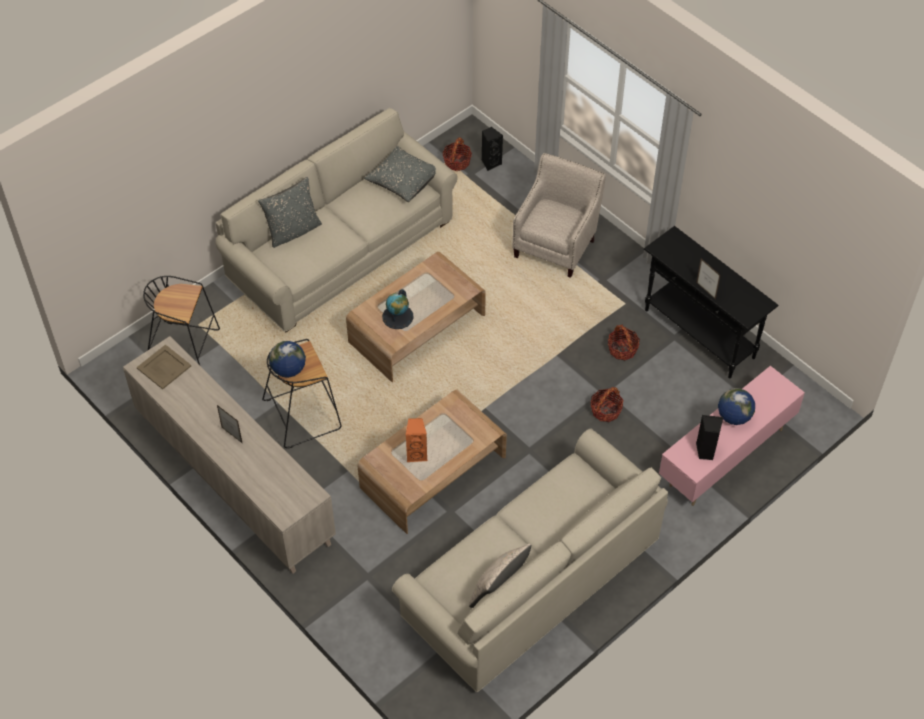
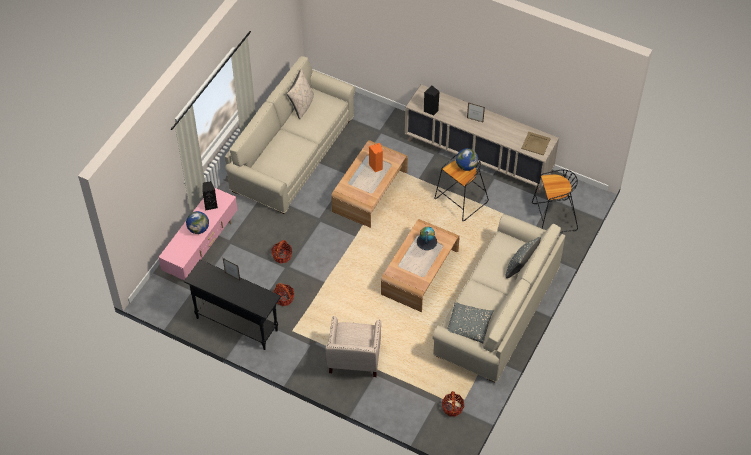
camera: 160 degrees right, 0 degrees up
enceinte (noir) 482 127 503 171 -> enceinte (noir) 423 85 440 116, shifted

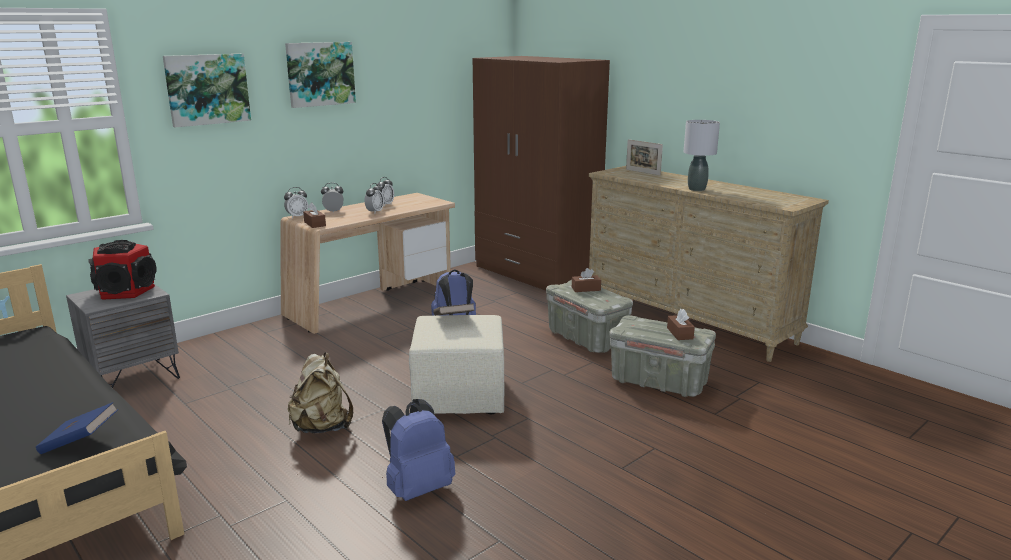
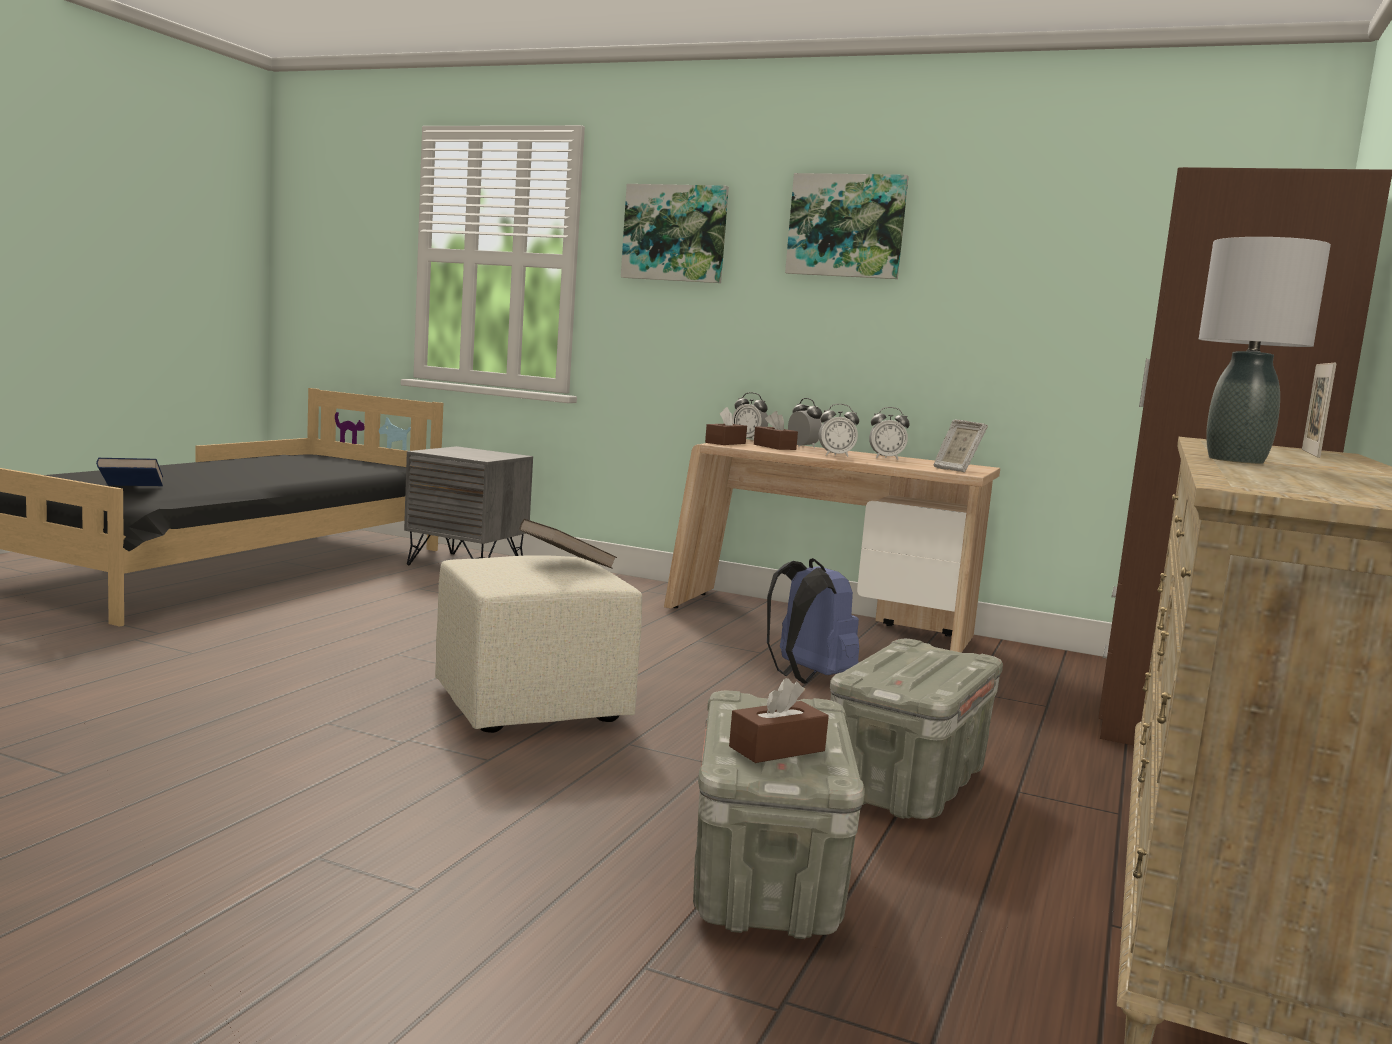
camera: 65 degrees right, 10 degrees down
enceinte 88 240 157 300 -> none
sac à dos (beige) 288 353 353 433 -> none
sac à dos (bleu) 382 399 455 501 -> none
none -> cadre photo 933 420 988 472
boîte à mouchoirs (marron) 572 268 601 292 -> boîte à mouchoirs (marron) 754 411 798 450, shifted

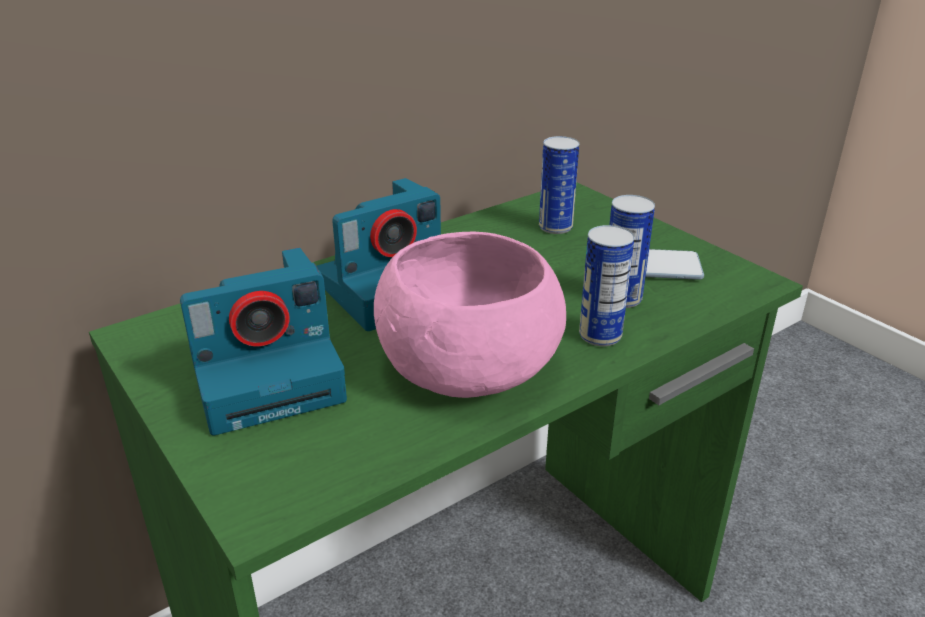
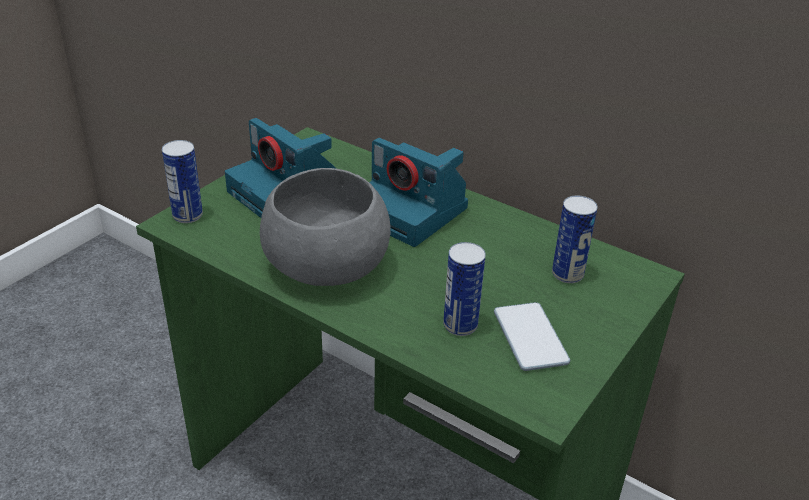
camera: 70 degrees right, 5 degrees up
boîte métallique 579 225 634 346 -> boîte métallique 162 140 203 223, shifted
bol (rose) 374 232 566 398 -> bol (gris) 260 168 390 286

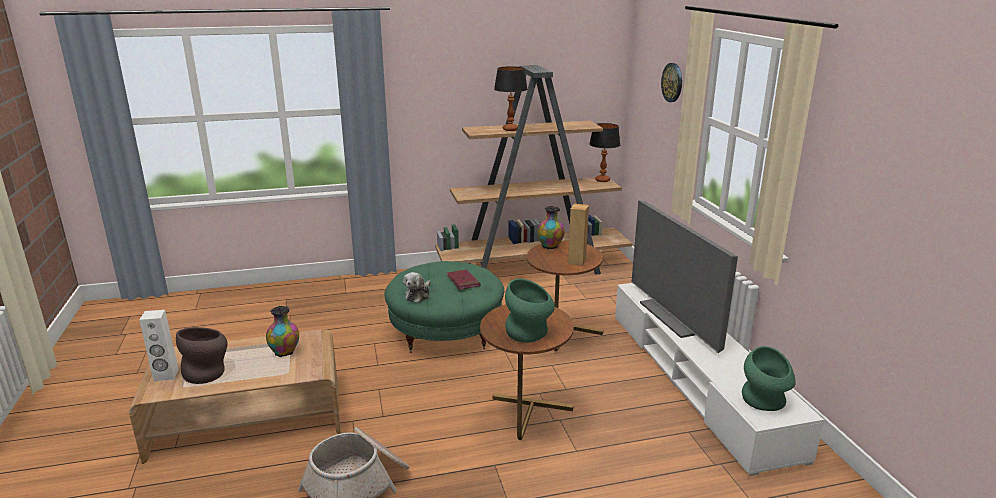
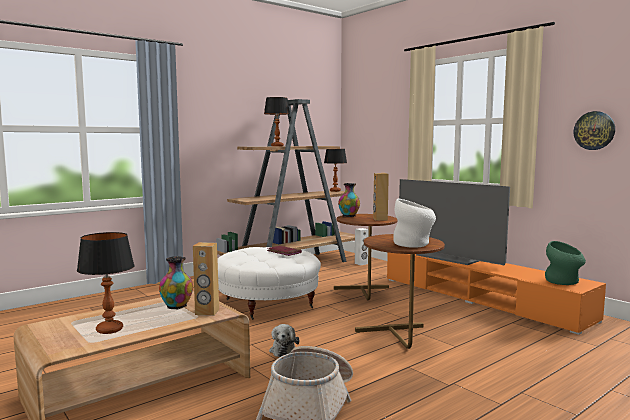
camera: 25 degrees left, 15 degrees down
none -> enceinte (marron) 193 242 219 316
enceinte (blanc) 139 310 179 381 -> enceinte (blanc) 355 228 368 265, shifted
peluche 403 272 431 303 -> peluche 269 324 299 357, shifted
horloge murale 661 63 682 102 -> horloge murale 574 111 615 150, shifted
vase (marron) 176 327 228 384 -> lampe de table 77 232 135 334
pouf (vert) 385 261 504 353 -> pouf (blanc) 217 247 321 320
vase (vert) 505 279 555 343 -> vase (blanc) 393 198 436 248
meuble télé (blanc) 615 283 824 476 -> meuble télé (orange) 387 252 606 335

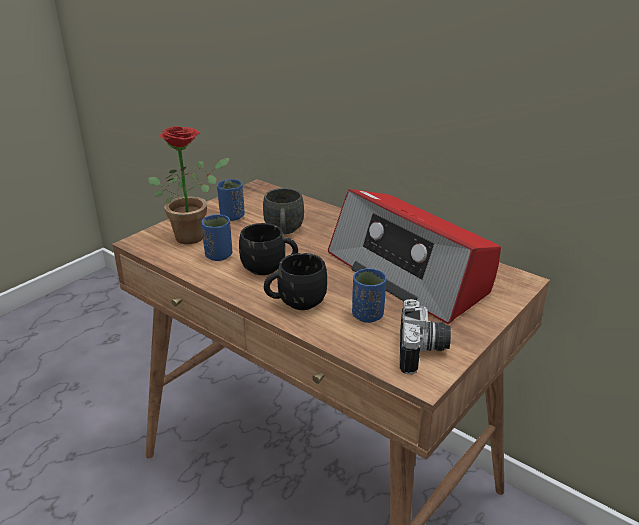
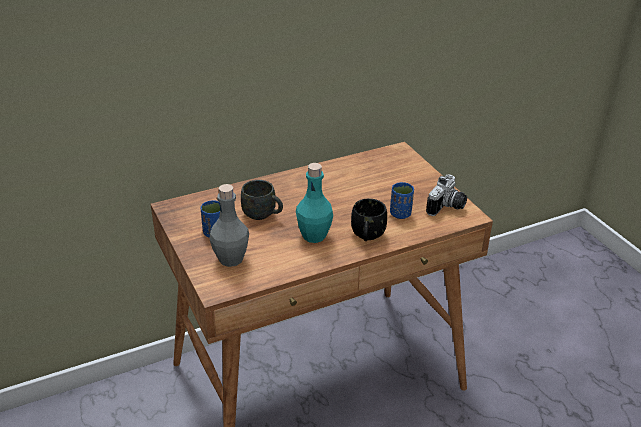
camera: 65 degrees left, 5 degrees up
tasse (bleu) 201 214 232 261 -> none
radio 328 189 501 324 -> none
plante en pot 148 126 230 244 -> bouteille (gris) 209 184 249 267
mug (noir) 239 223 298 275 -> bouteille (turquoise) 296 163 333 243
appareil photo 400 299 451 374 -> appareil photo 426 175 467 216, 90 degrees clockwise

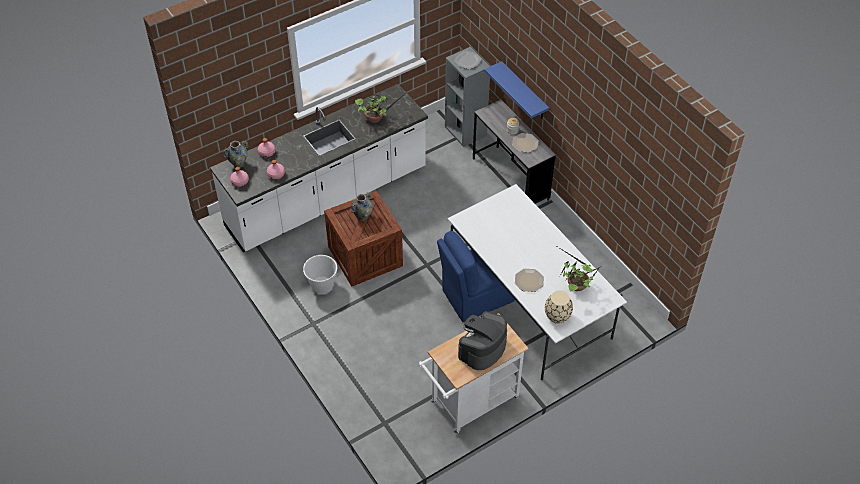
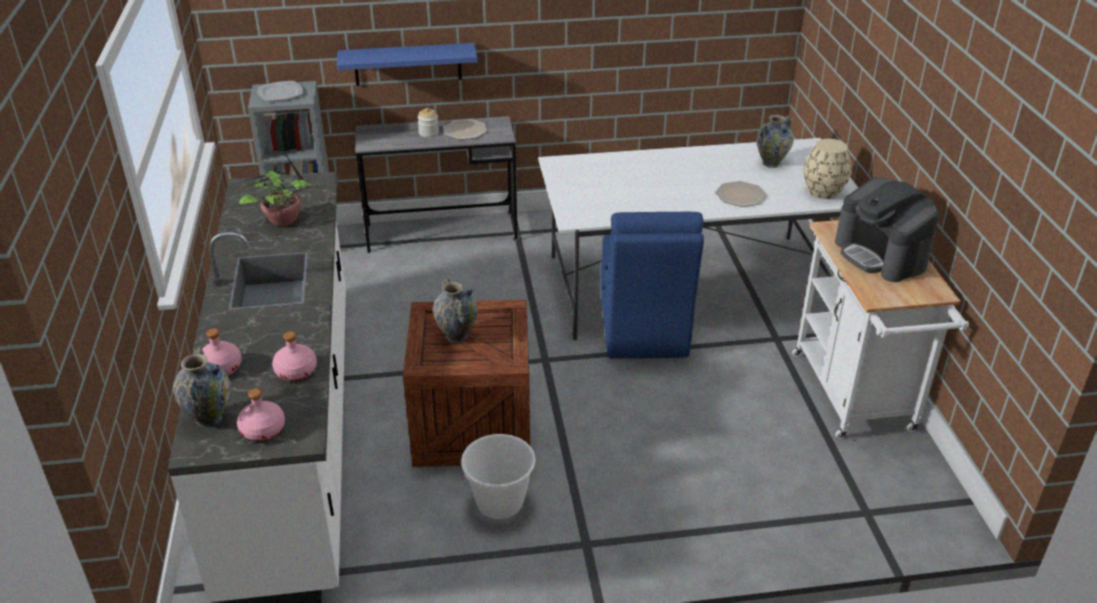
camera: 65 degrees left, 15 degrees down
plante en pot 555 245 600 291 -> vase 756 115 794 168

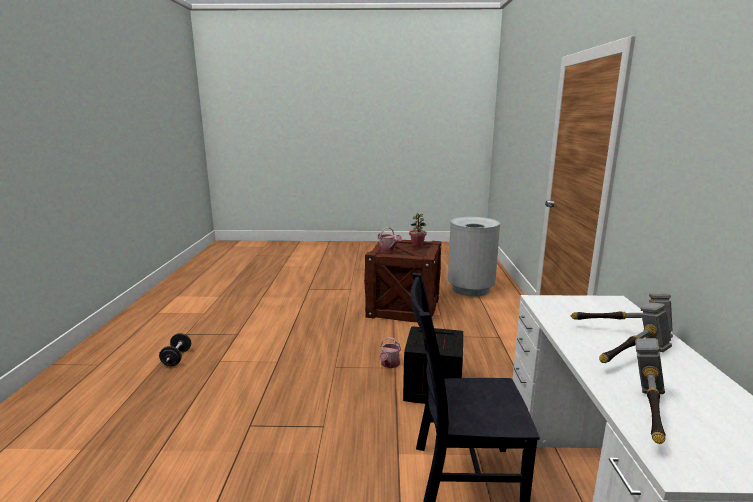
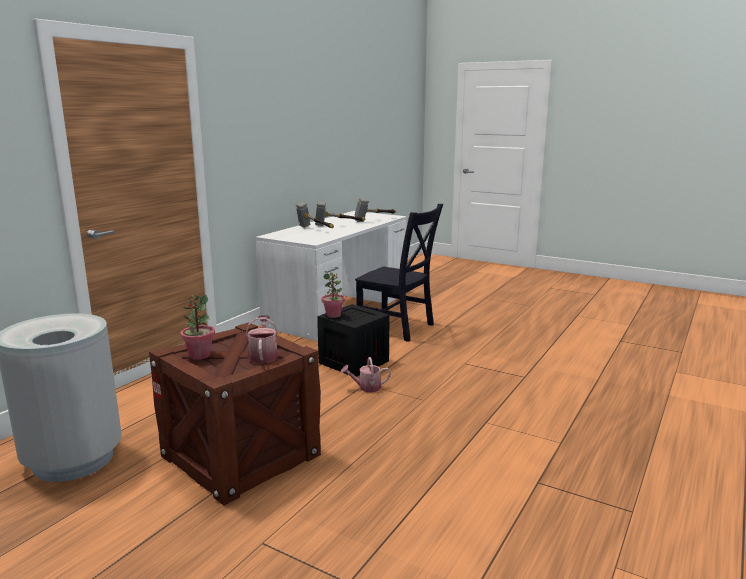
camera: 150 degrees left, 0 degrees up
haltère (noir) 159 333 191 366 -> none
none -> plante en pot 322 272 345 318
arrosoir 379 337 401 368 -> arrosoir 341 357 391 392, 150 degrees counterclockwise

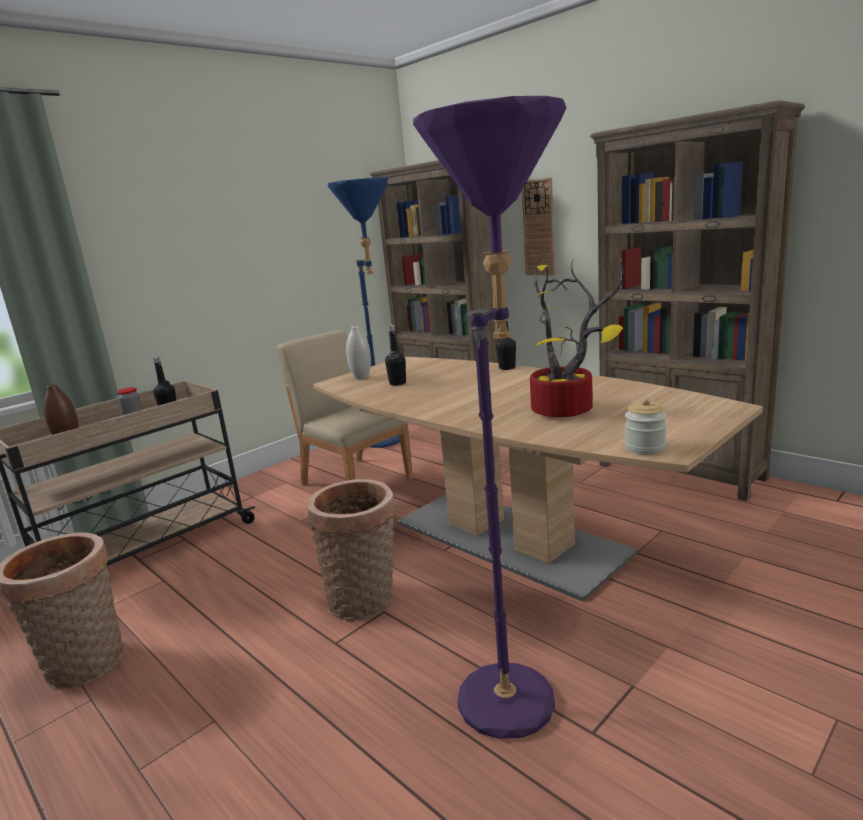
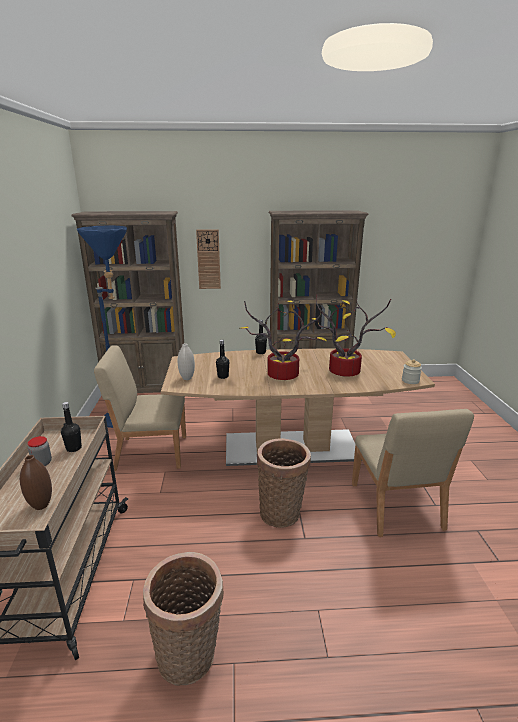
camera: 50 degrees left, 5 degrees up
none -> plante en pot 240 300 327 380
lampadaire (violet) 413 96 566 739 -> chaise (beige) 352 409 474 537

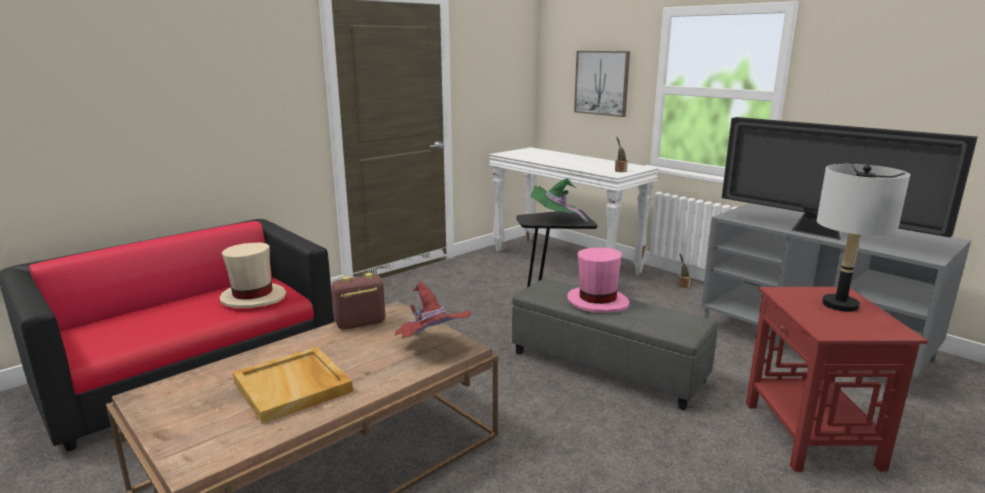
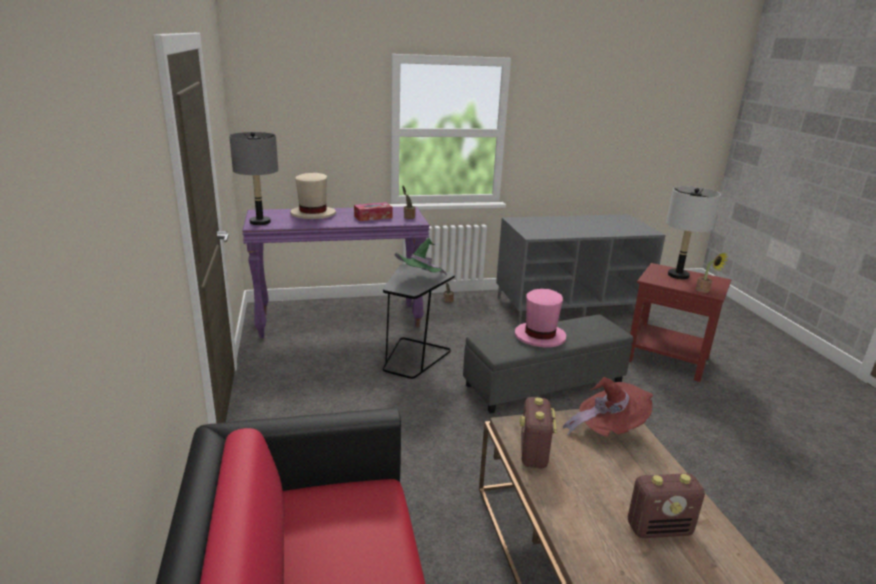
camera: 60 degrees left, 5 degrees up
tableau 574 51 630 117 -> none
téléviseur 722 117 978 240 -> none
none -> lampe de table (gris) 229 132 278 225
none -> boîte à mouchoirs 354 202 393 221
none -> plante en pot 696 253 728 293
chapeau (beige) 220 243 286 308 -> chapeau (beige) 290 173 336 219, shifted
plateau (beige) 233 347 353 424 -> radio 628 473 705 538
table console (blanc) 489 147 658 276 -> table console (violet) 242 206 430 338

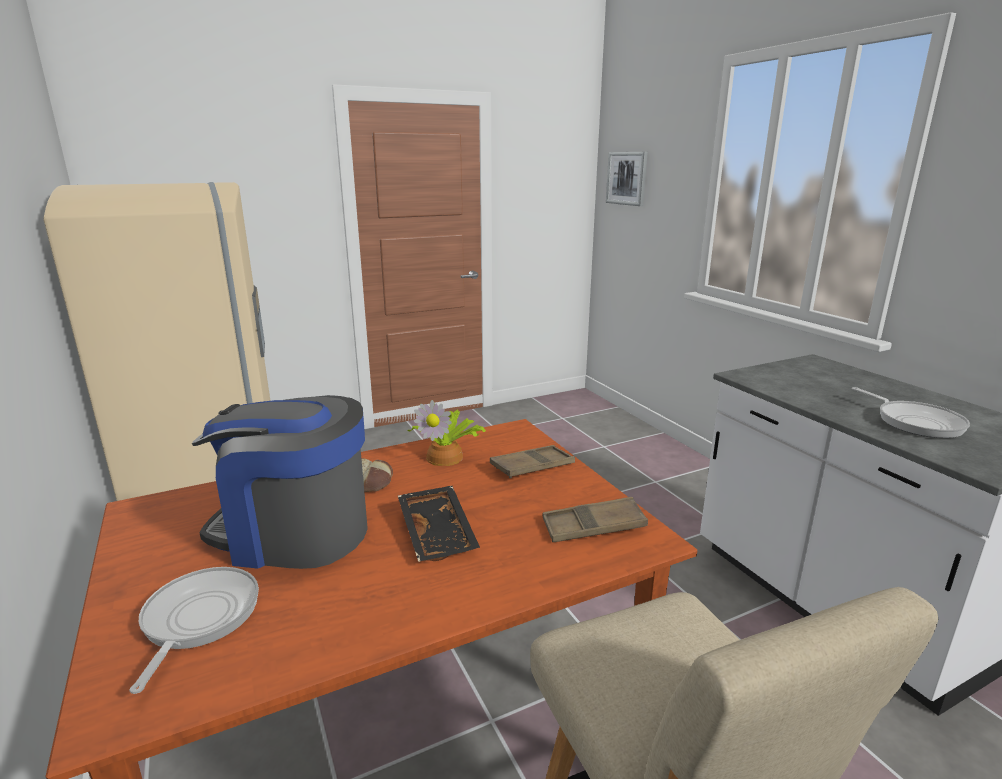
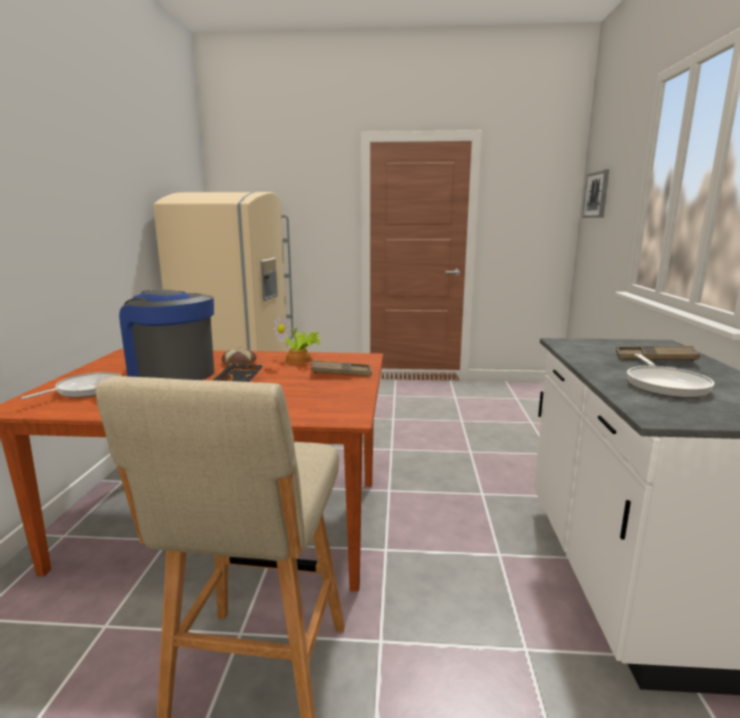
camera: 30 degrees right, 5 degrees down
plateau (marron) 542 497 648 542 -> plateau (marron) 616 346 700 362, shifted

